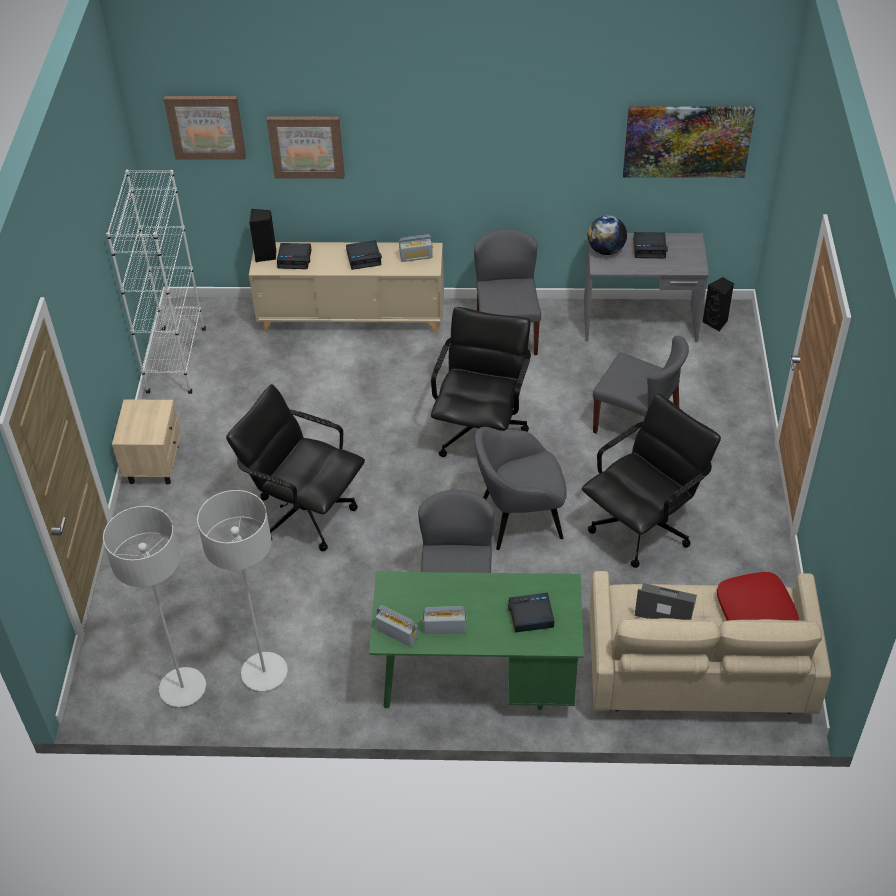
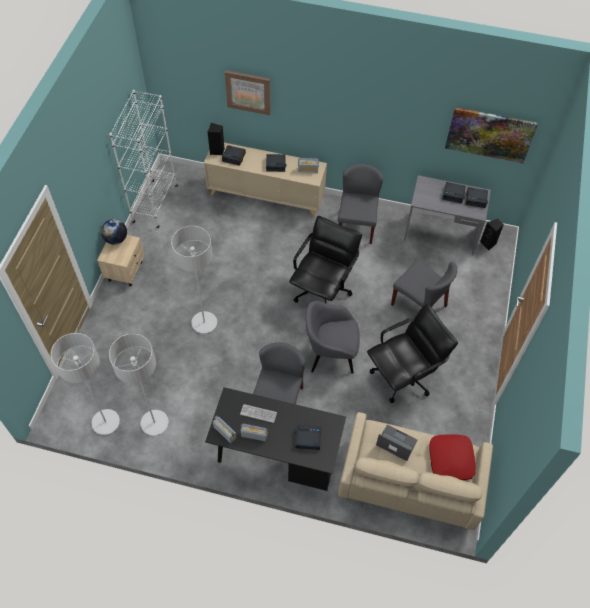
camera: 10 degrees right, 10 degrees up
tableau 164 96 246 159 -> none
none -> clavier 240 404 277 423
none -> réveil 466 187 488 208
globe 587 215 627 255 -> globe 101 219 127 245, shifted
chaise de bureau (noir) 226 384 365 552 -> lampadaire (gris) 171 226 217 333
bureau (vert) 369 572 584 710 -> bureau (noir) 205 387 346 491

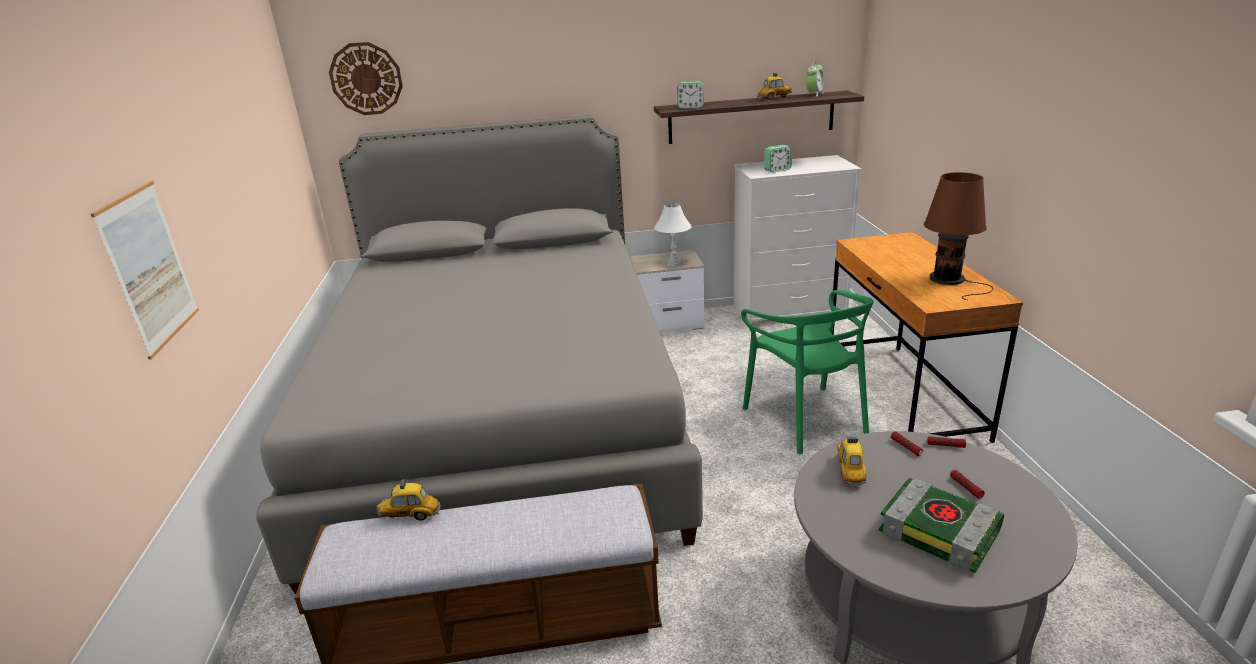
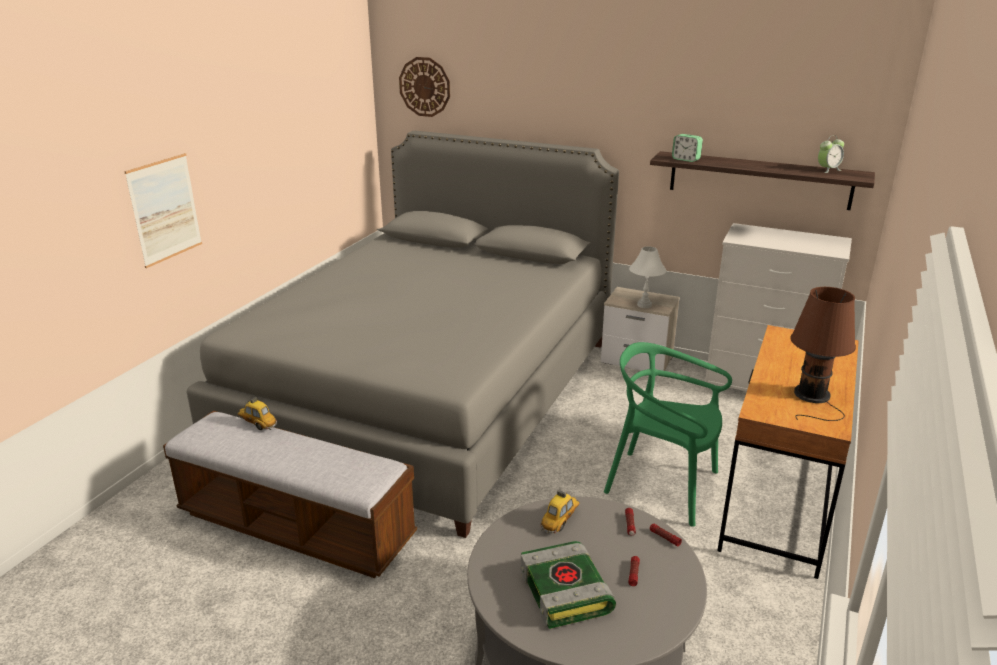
camera: 30 degrees right, 0 degrees up
petite voiture 758 73 792 100 -> none
réveil 764 145 792 173 -> none
chaise (vert) 741 290 874 454 -> chaise (vert) 604 342 732 527, 105 degrees clockwise

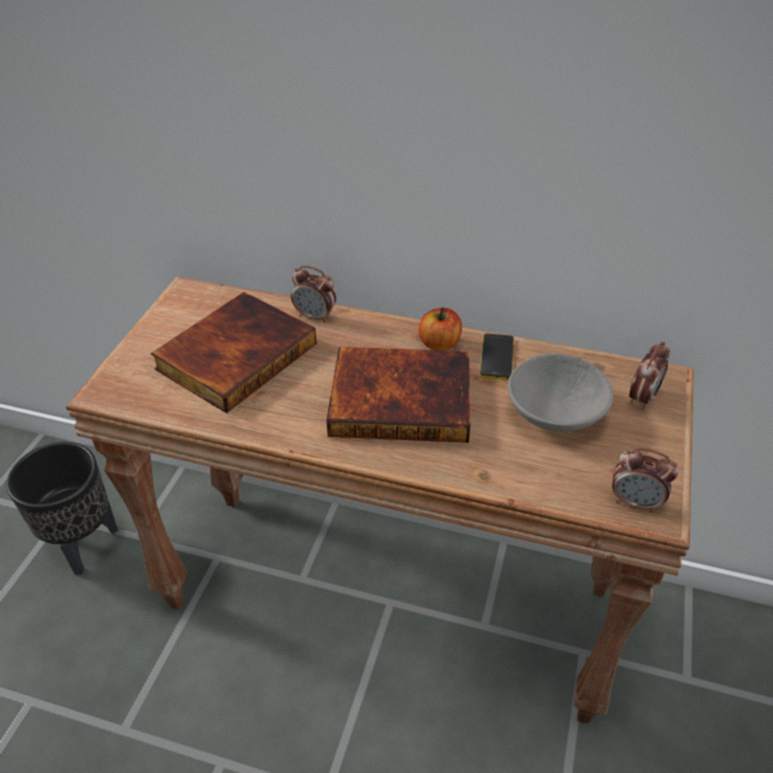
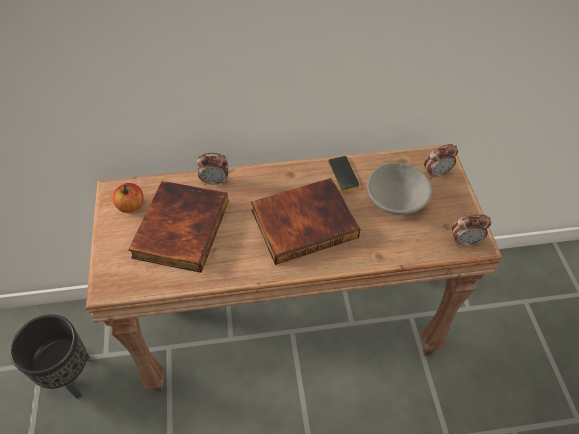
camera: 25 degrees left, 10 degrees up
pomme 419 308 462 351 -> pomme 113 183 144 213, shifted
réveil 629 342 670 410 -> réveil 424 144 458 179, 60 degrees clockwise

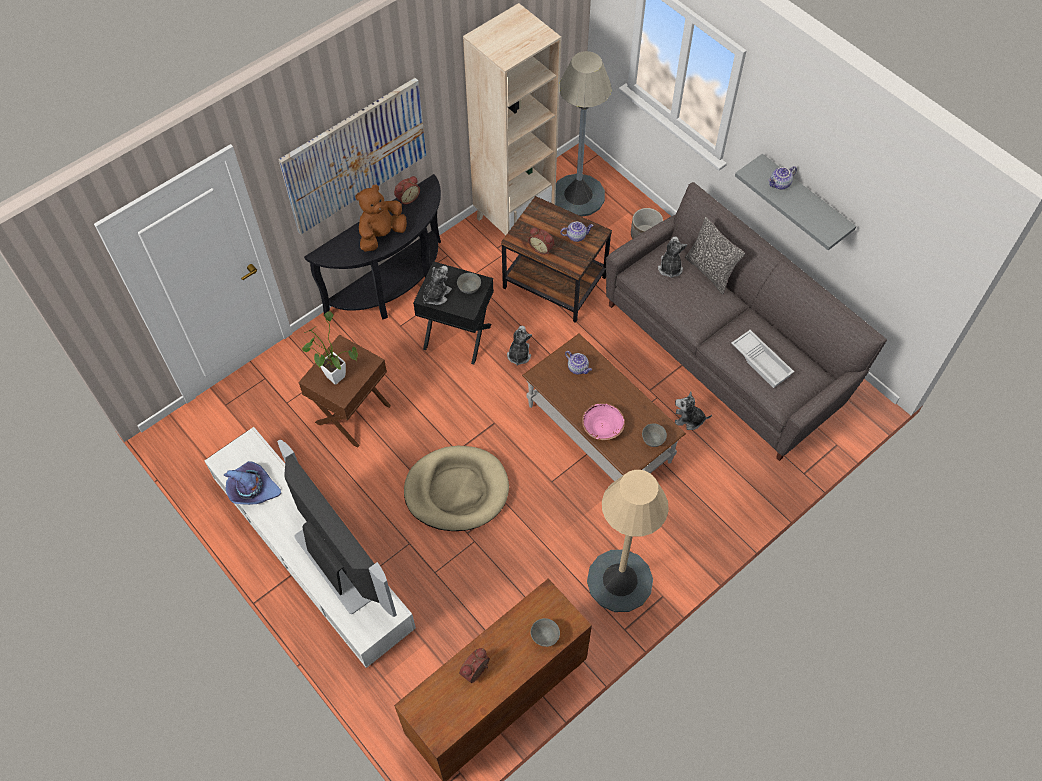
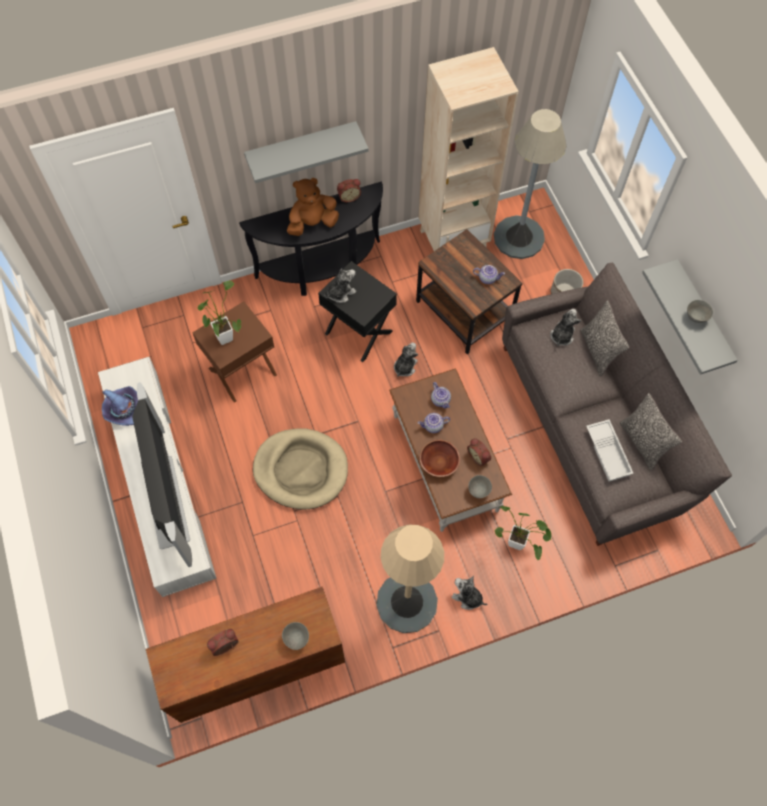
camera: 20 degrees right, 5 degrees up
none -> plante en pot 495 506 551 560
none -> coussin 620 393 682 471
bol (gris) 457 273 481 294 -> bol (gris) 687 300 713 323, shifted
réveil 528 227 554 255 -> réveil 467 438 491 466, shifted
peluche 675 391 712 430 -> peluche 452 575 488 610, shifted
théière 768 166 797 190 -> théière 418 413 450 433, shifted
tableau 278 78 426 234 -> étagère (gris) 244 121 369 183
bol (rose) 582 403 625 440 -> bol (marron) 419 439 460 477

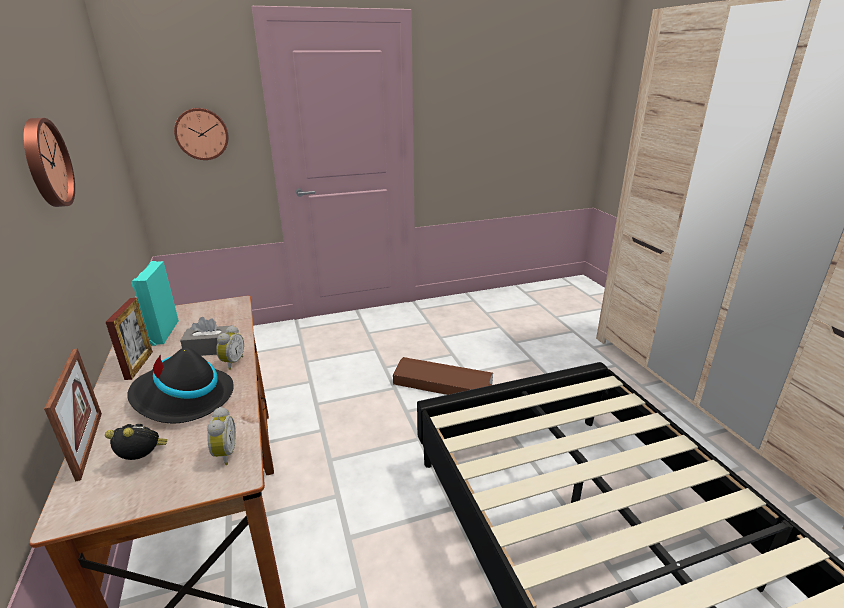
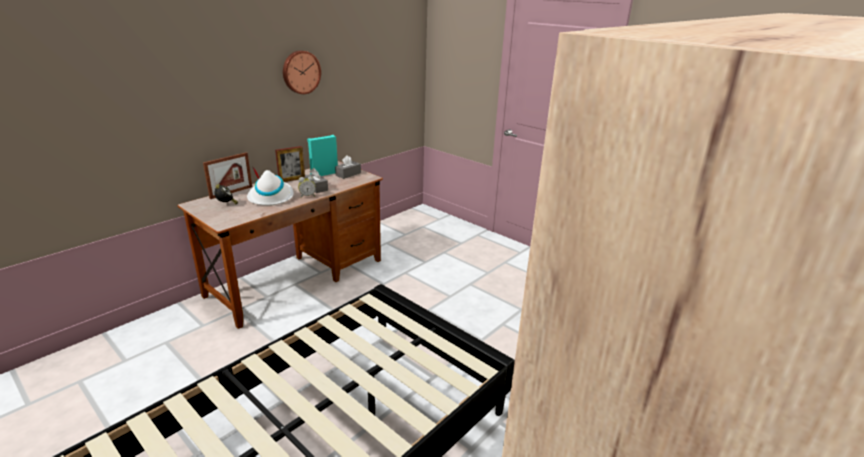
camera: 60 degrees right, 0 degrees up
horloge murale 174 108 228 160 -> none
réveil 207 407 236 465 -> none
boîte de rangement (marron) 393 357 493 395 -> none
none -> boîte à mouchoirs (gris) 335 155 361 179
chapeau (noir) 127 347 234 423 -> chapeau (blanc) 247 166 294 206

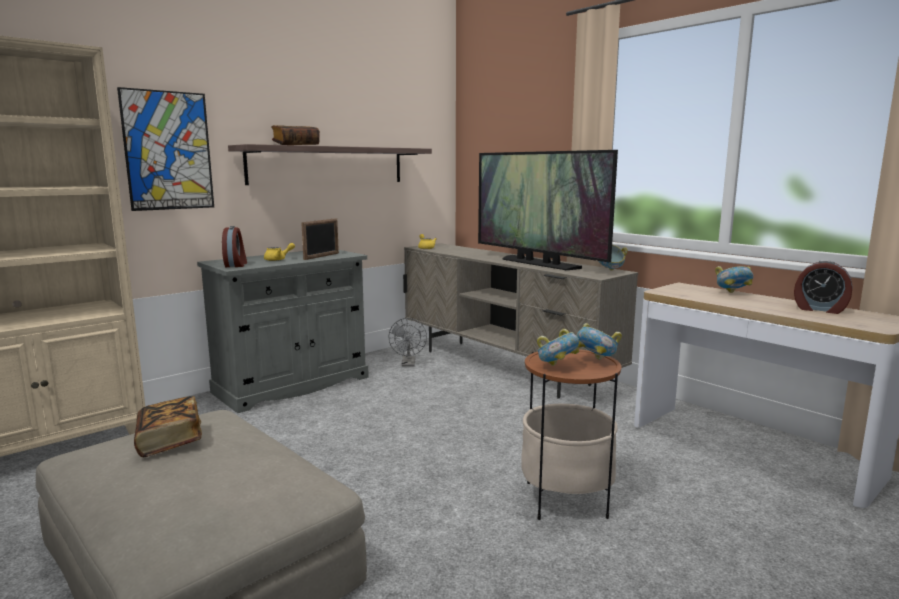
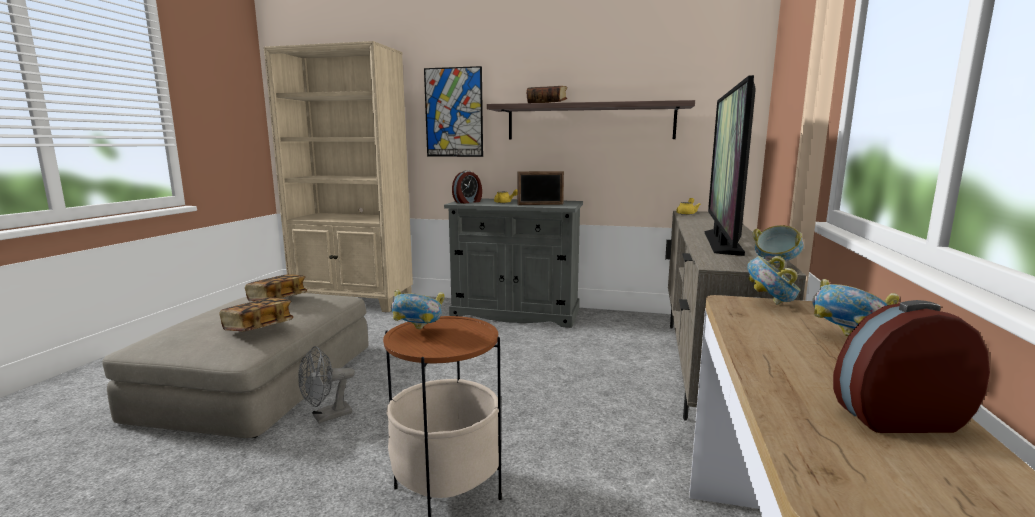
camera: 55 degrees right, 0 degrees up
none -> livre 219 297 293 331
ventilateur (gris) 388 318 427 366 -> ventilateur (gris) 298 346 355 423, shifted
bol 576 323 622 360 -> bol 747 256 800 305, shifted
réveil 794 260 853 314 -> réveil 833 300 990 433, 90 degrees clockwise

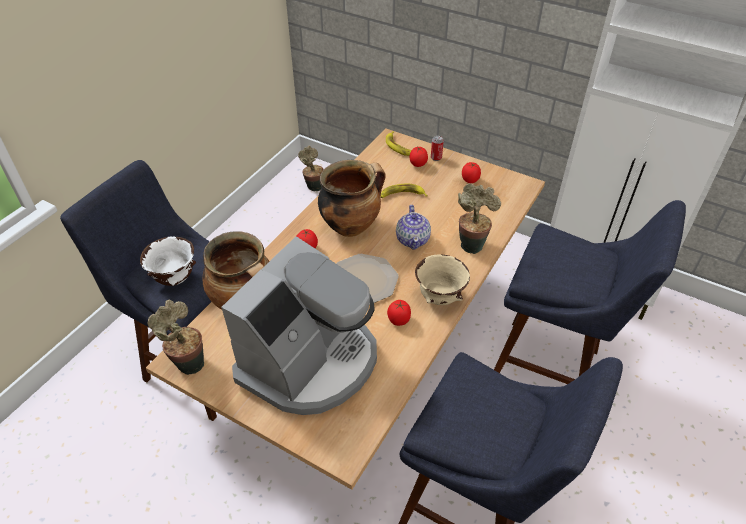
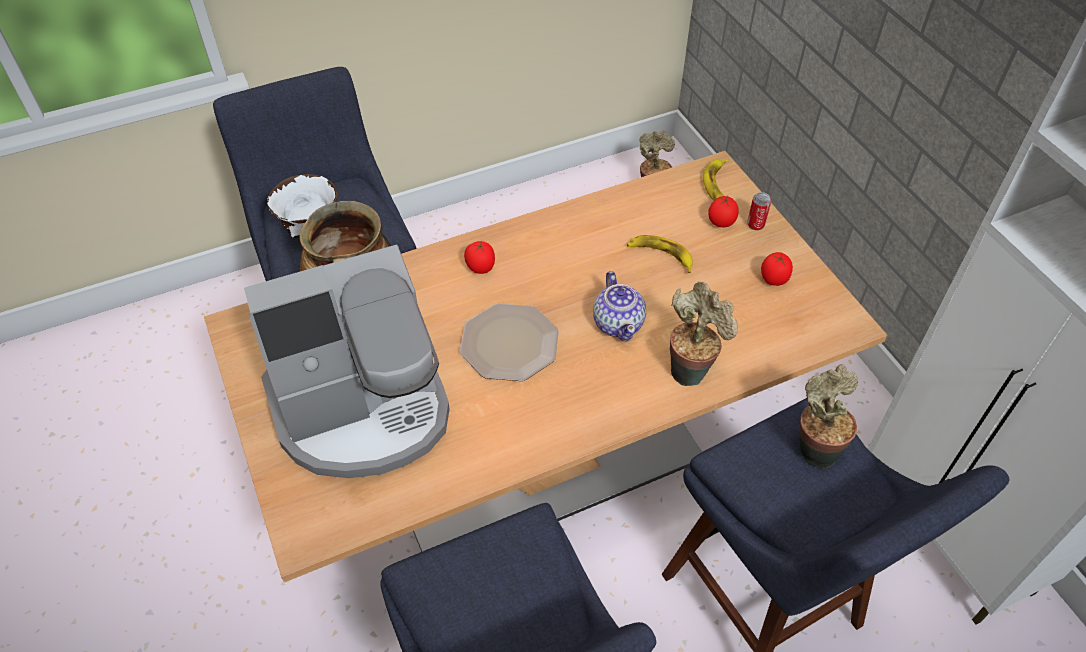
camera: 35 degrees right, 5 degrees up
marmite 318 160 386 237 -> none
tomate 387 300 411 326 -> none
bol (beige) 415 254 470 305 -> none
plante en pot 148 300 204 375 -> plante en pot 800 364 858 469, shifted
théière 396 205 431 250 -> théière 593 271 646 341, 45 degrees counterclockwise

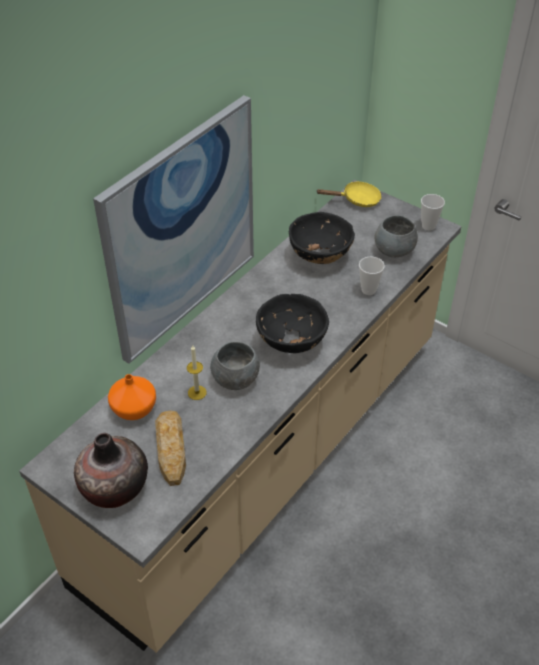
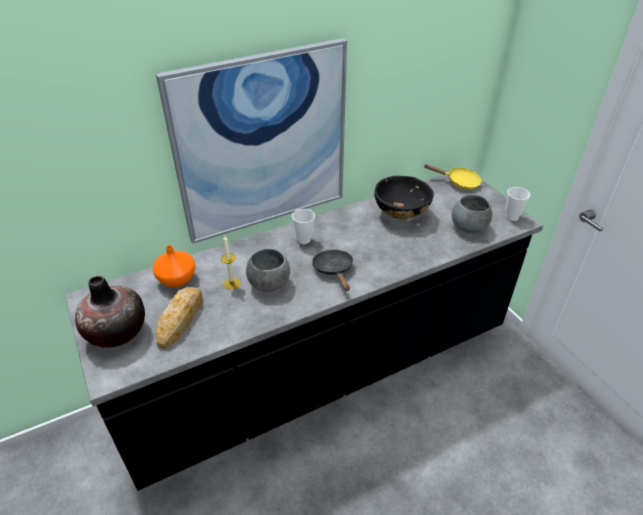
camera: 25 degrees right, 5 degrees down
tasse 359 257 385 295 -> tasse 292 209 315 244, shifted
bol (noir) 256 294 329 353 -> poêle (noir) 312 250 353 291
comptoir de cuisine (beige) 19 180 461 653 -> comptoir de cuisine (noir) 65 175 543 491

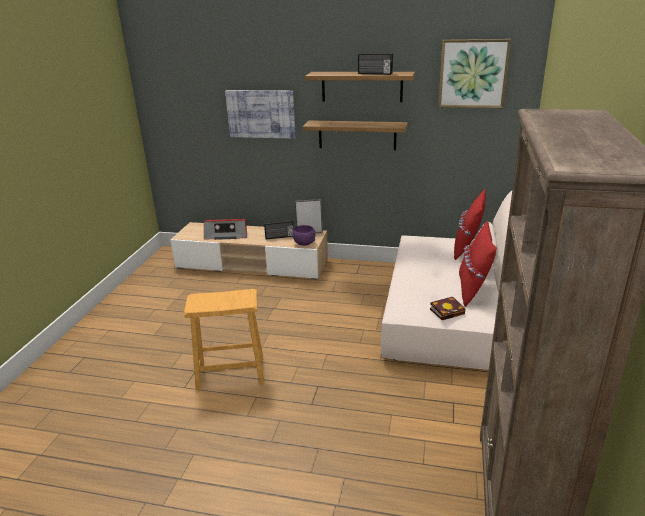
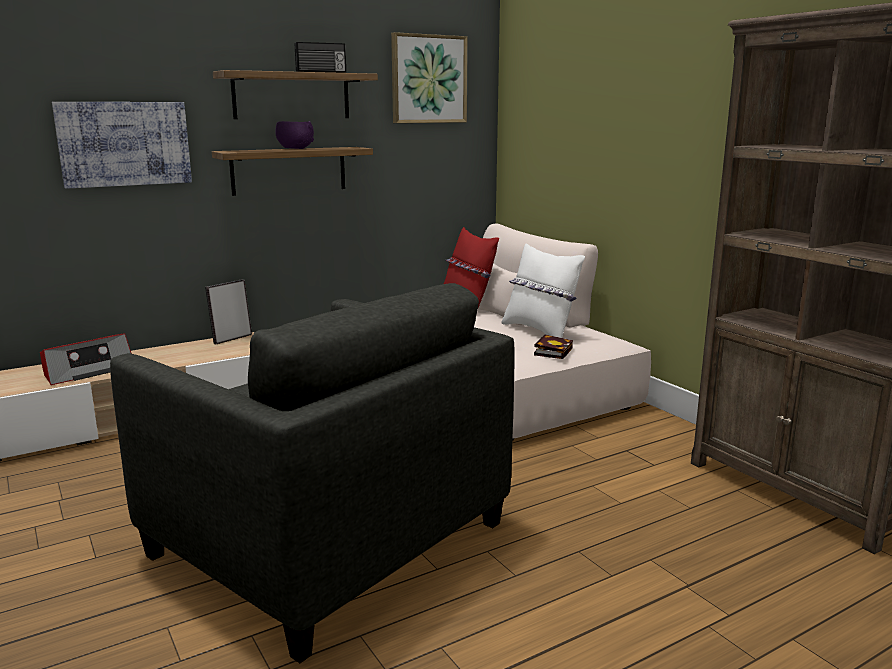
camera: 45 degrees left, 10 degrees down
radio 264 220 294 239 -> none
bol (violet) 293 225 316 246 -> bol (violet) 275 121 314 149, shifted
tabouret (marron) 184 289 264 390 -> fauteuil (gris) 110 283 515 663
coussin (rouge) 459 221 497 307 -> coussin (blanc) 501 243 585 338

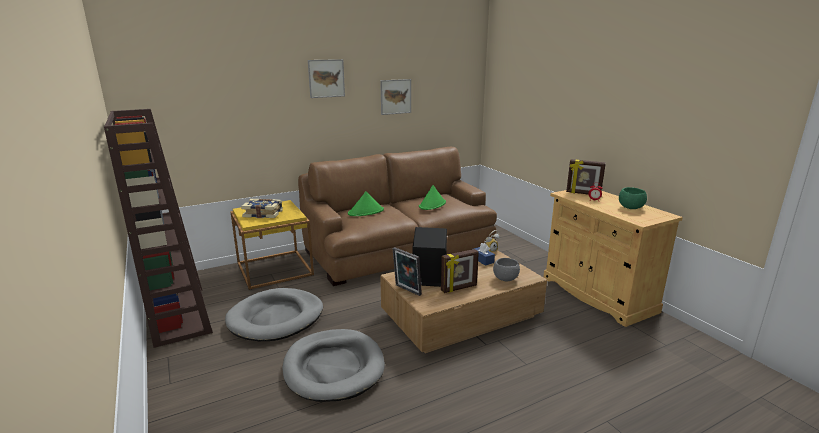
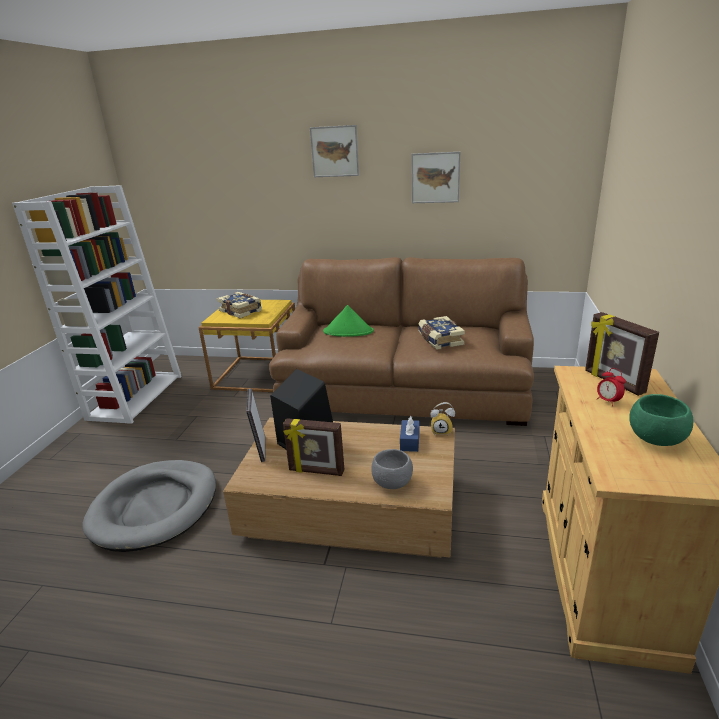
camera: 40 degrees right, 5 degrees up
panier pour chien (gris) 225 288 323 341 -> none
chapeau (vert) 419 185 446 210 -> livre 419 316 465 349
bibliothèque (marron) 104 109 213 348 -> bibliothèque (blanc) 12 185 182 424

